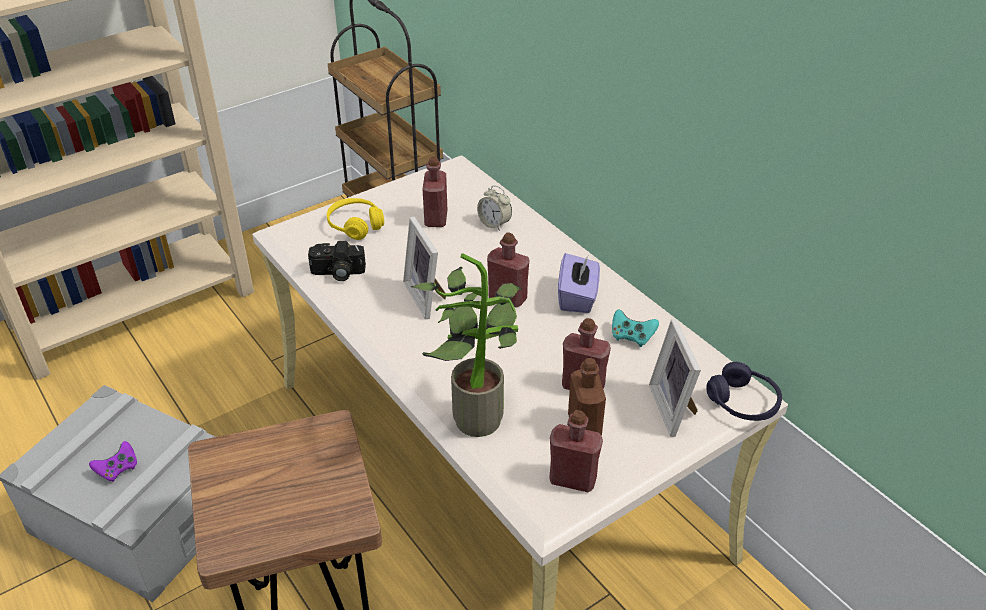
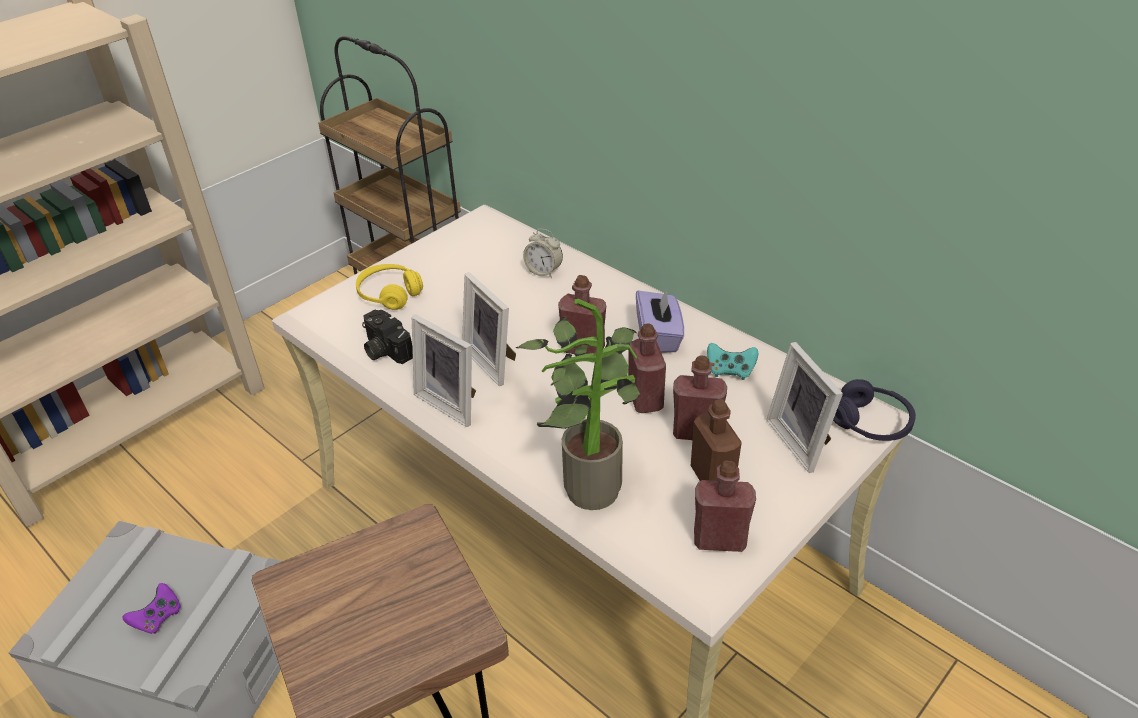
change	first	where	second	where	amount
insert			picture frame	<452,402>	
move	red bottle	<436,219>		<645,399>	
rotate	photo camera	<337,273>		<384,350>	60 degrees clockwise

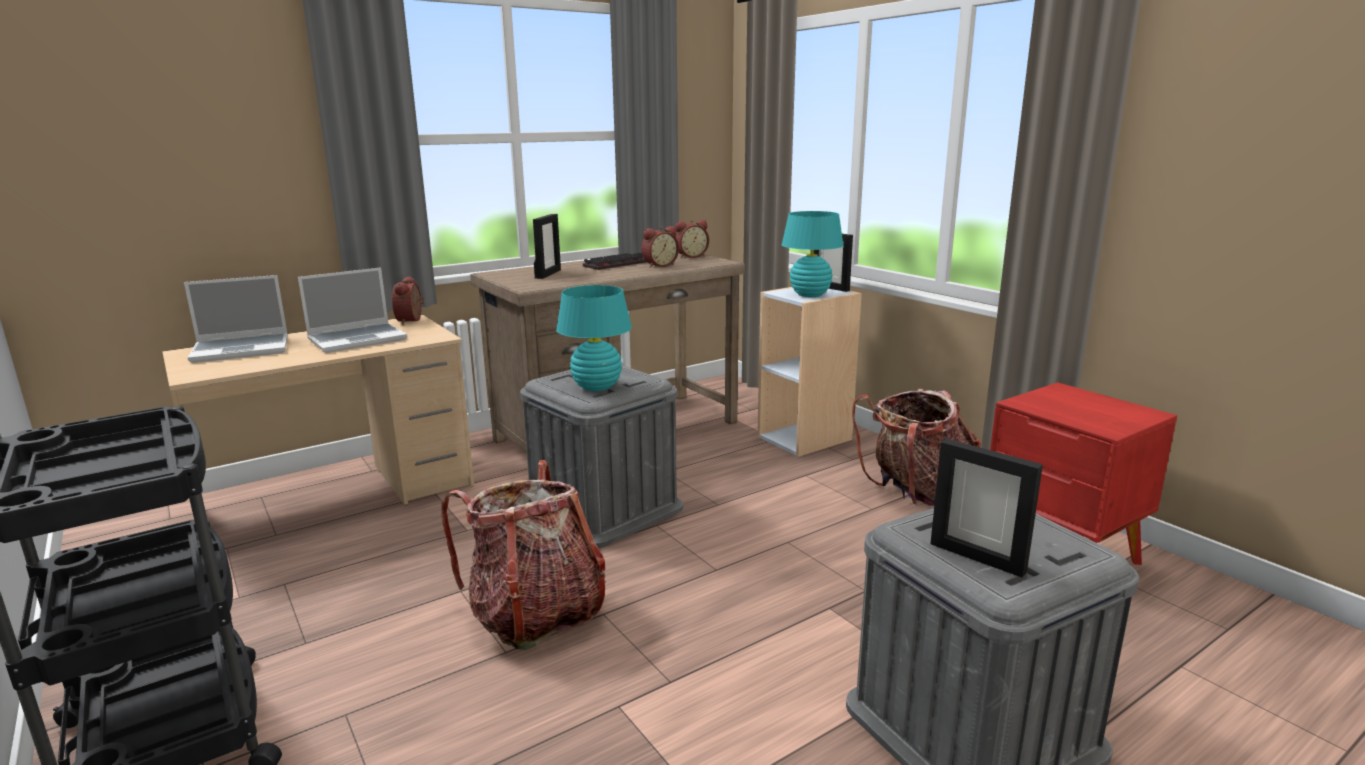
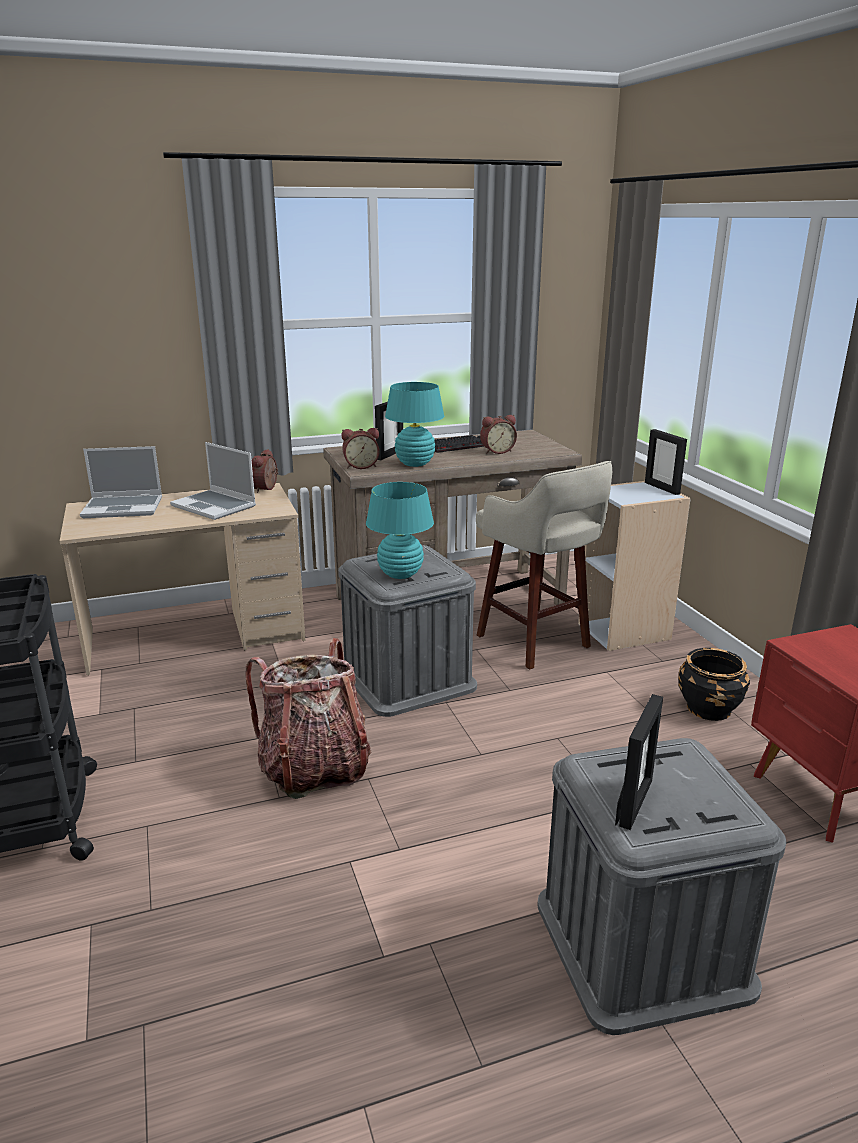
change	first	where	second	where	amount
insert			beige stool	<535,644>	
move	alarm clock	<690,256>		<361,466>	
move	turquoise table lamp	<810,295>		<415,464>	
replace	backpack	<917,494>	black planter	<708,708>	
rotate	laptop	<358,339>		<215,506>	60 degrees clockwise
rotate	picture frame	<977,557>		<634,802>	120 degrees counterclockwise

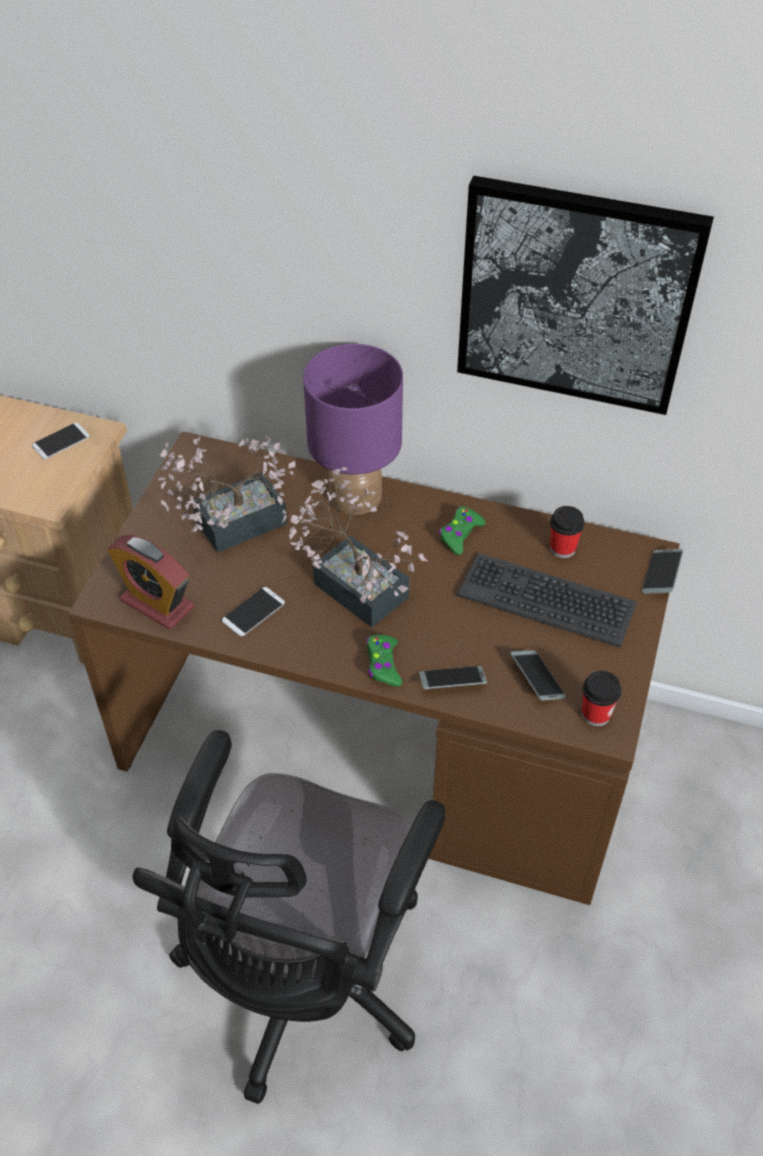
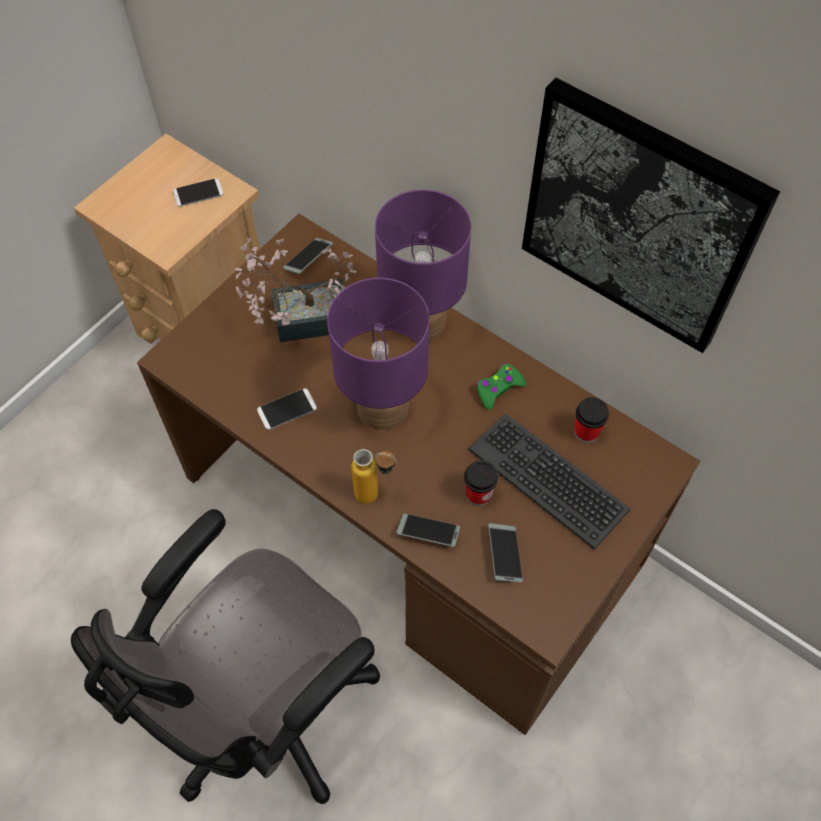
change	first	where	second	where	amount
delete	alarm clock	<157,603>			
move	cup	<596,714>		<478,494>	
move	phone	<661,575>		<308,259>	
replace	potted plant	<353,583>	purple table lamp	<383,409>	
replace	green game controller	<383,664>	bottle	<376,496>	

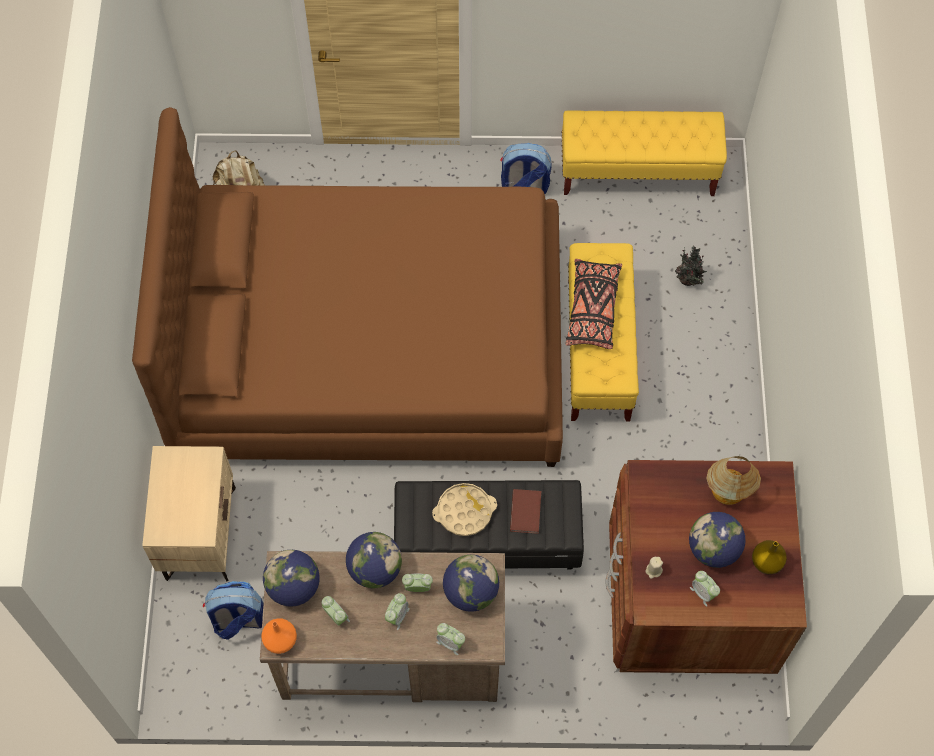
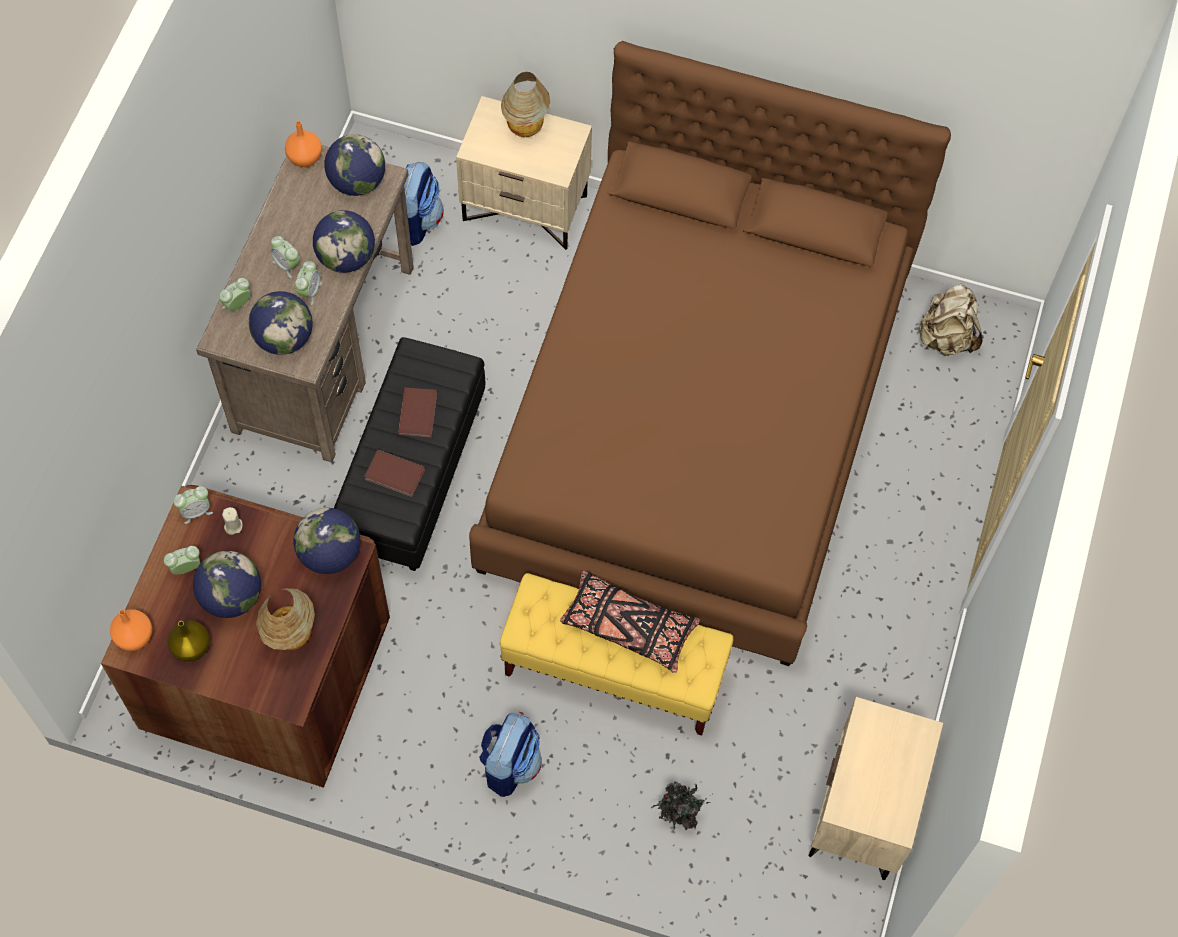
change	first	where	second	where	amount
insert			orange vase	<135,637>	
insert			globe	<330,554>	
insert			table lamp	<526,128>	
move	alarm clock	<336,616>		<196,511>	
move	backpack	<524,186>		<510,764>	
replace	beige tray	<464,511>	brown book	<419,413>	
replace	yellow bench	<638,172>	beige nightstand	<863,810>	

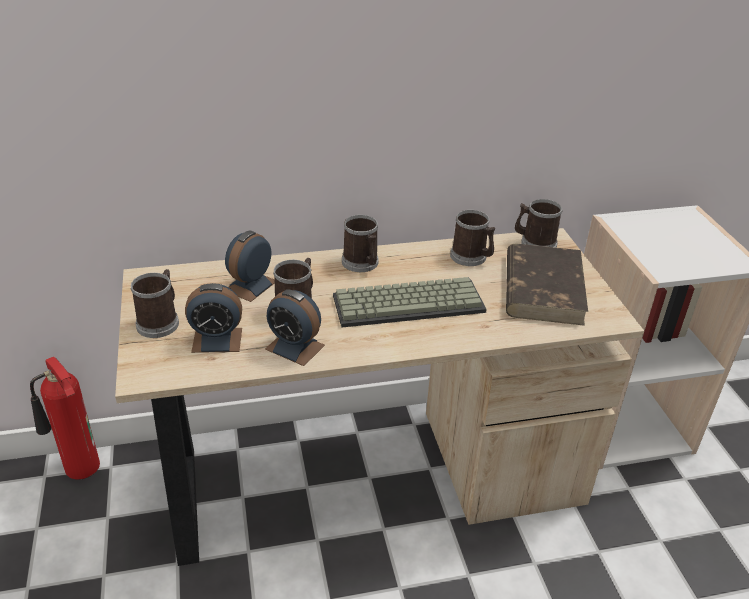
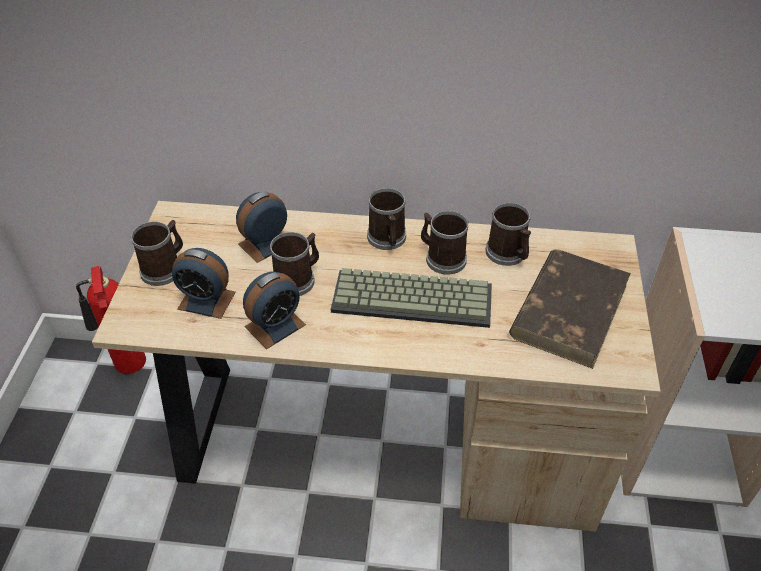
change	first	where	second	where	amount
move	mug	<534,243>		<442,258>	
rotate	alarm clock	<295,347>		<275,325>	90 degrees counterclockwise

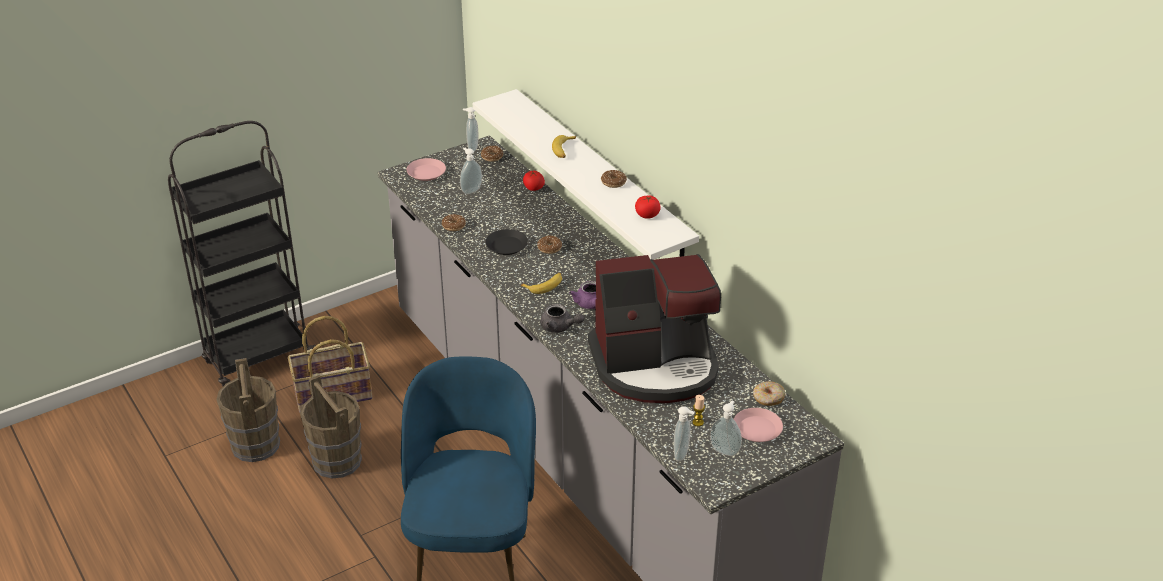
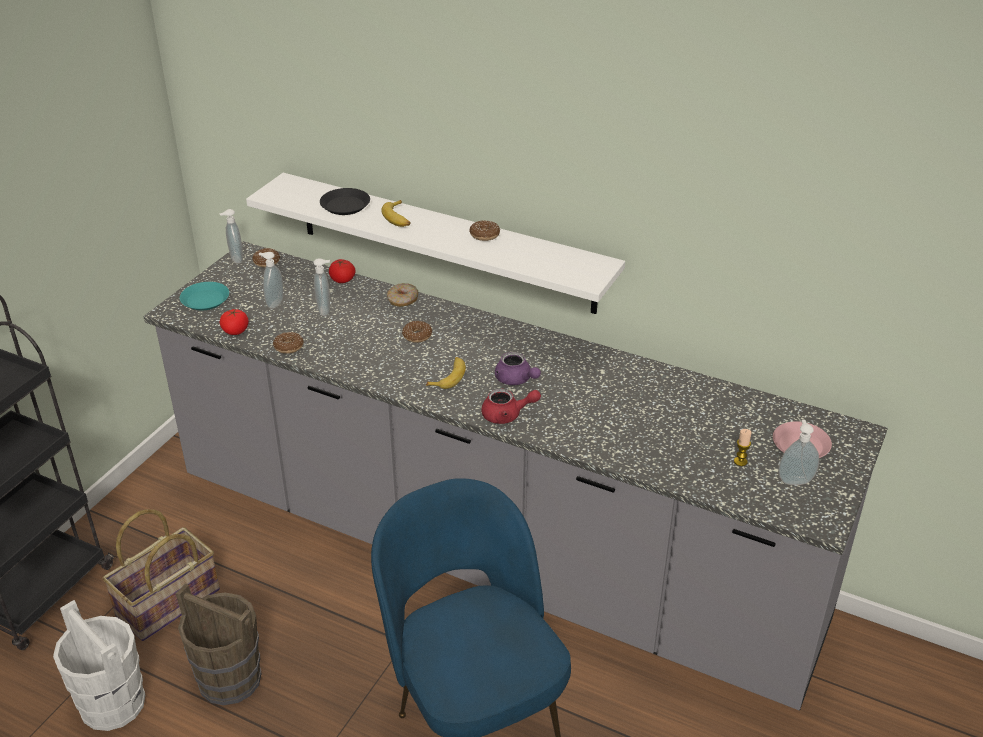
change	first	where	second	where	amount
delete	coffee machine	<656,366>			
move	black plate	<506,245>		<345,205>	
move	tomato	<647,215>		<235,331>	
move	soap dispenser	<682,454>		<325,310>	
move	donut	<768,398>		<402,300>	
recolor	brown bucket	<255,444>	white bucket	<112,703>	
recolor	pink plate	<426,173>	turquoise plate	<205,300>	
recolor	grey teapot	<560,327>	red teapot	<507,415>	

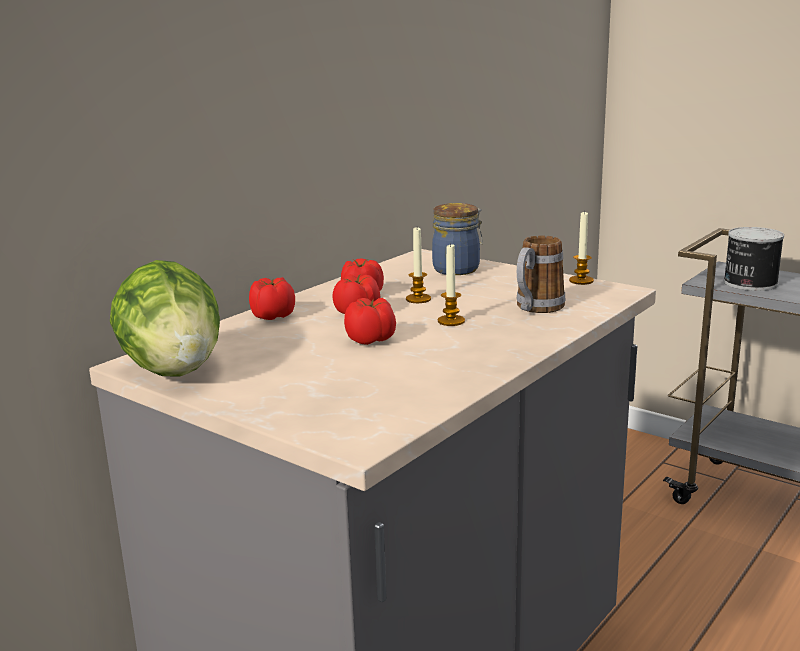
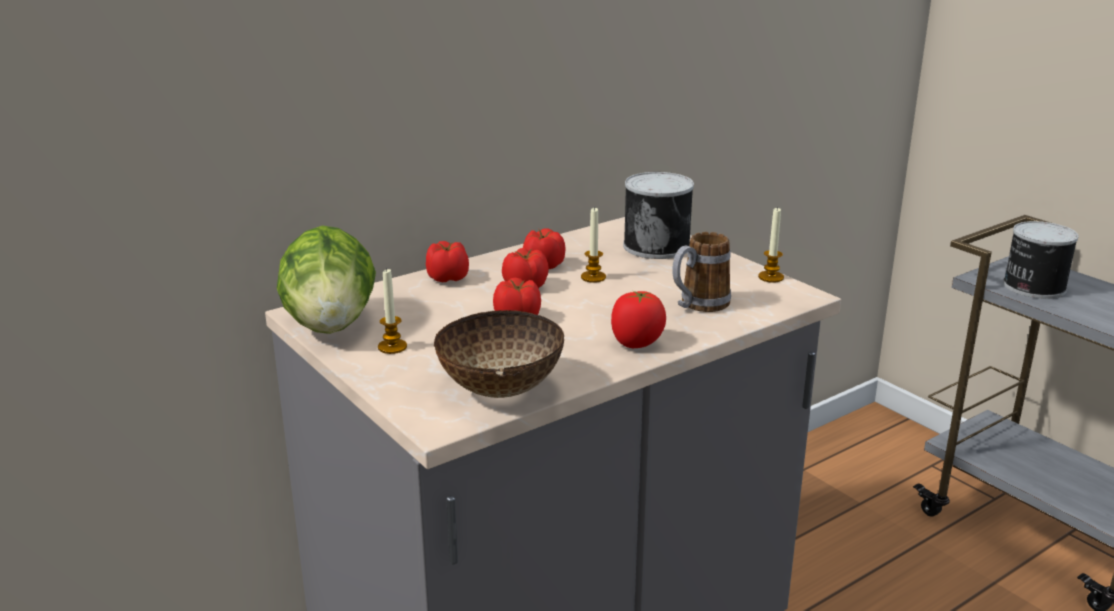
change	first	where	second	where	amount
insert			bowl	<499,389>	
insert			tomato	<636,343>	
move	candle	<451,321>		<392,347>	
replace	jar	<458,269>	can	<657,245>	

